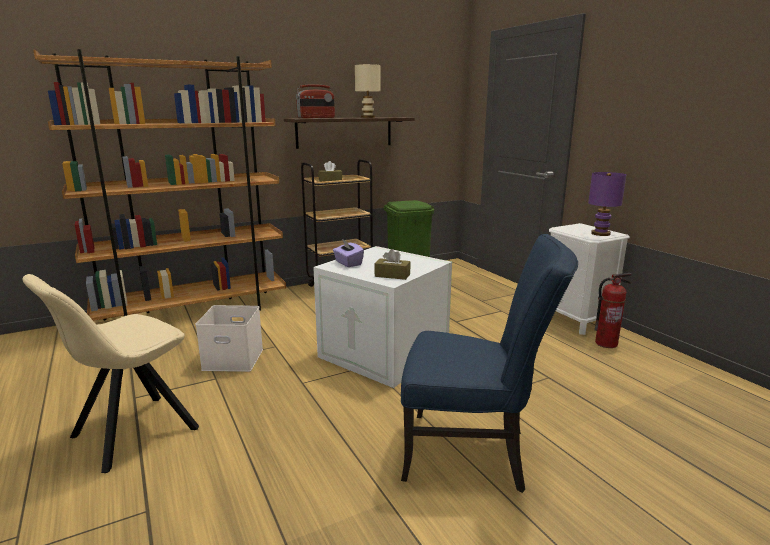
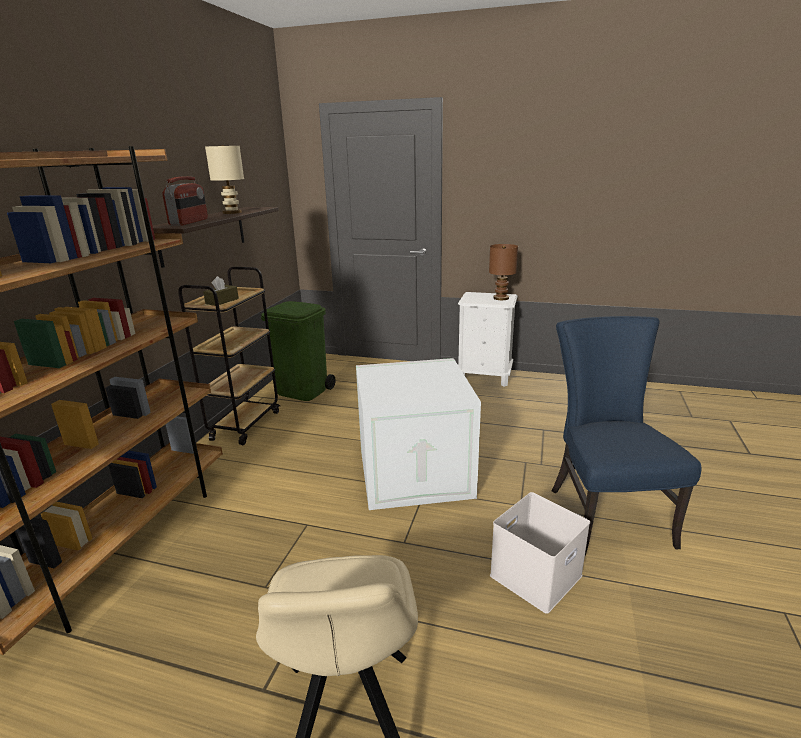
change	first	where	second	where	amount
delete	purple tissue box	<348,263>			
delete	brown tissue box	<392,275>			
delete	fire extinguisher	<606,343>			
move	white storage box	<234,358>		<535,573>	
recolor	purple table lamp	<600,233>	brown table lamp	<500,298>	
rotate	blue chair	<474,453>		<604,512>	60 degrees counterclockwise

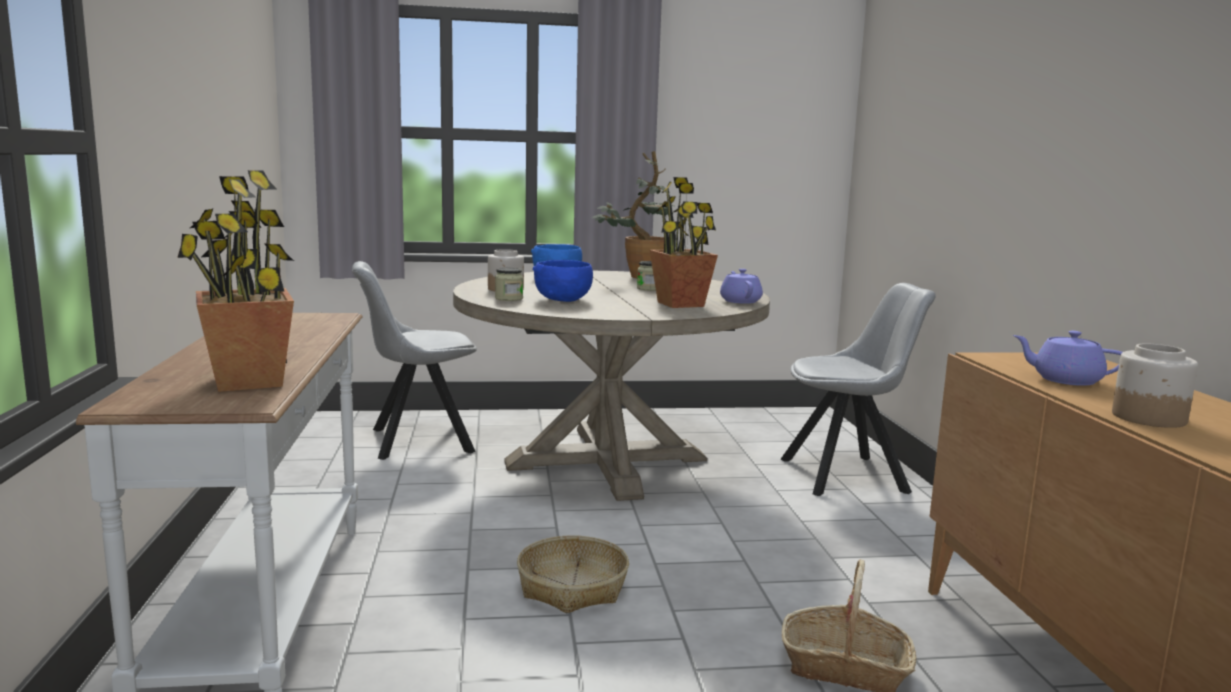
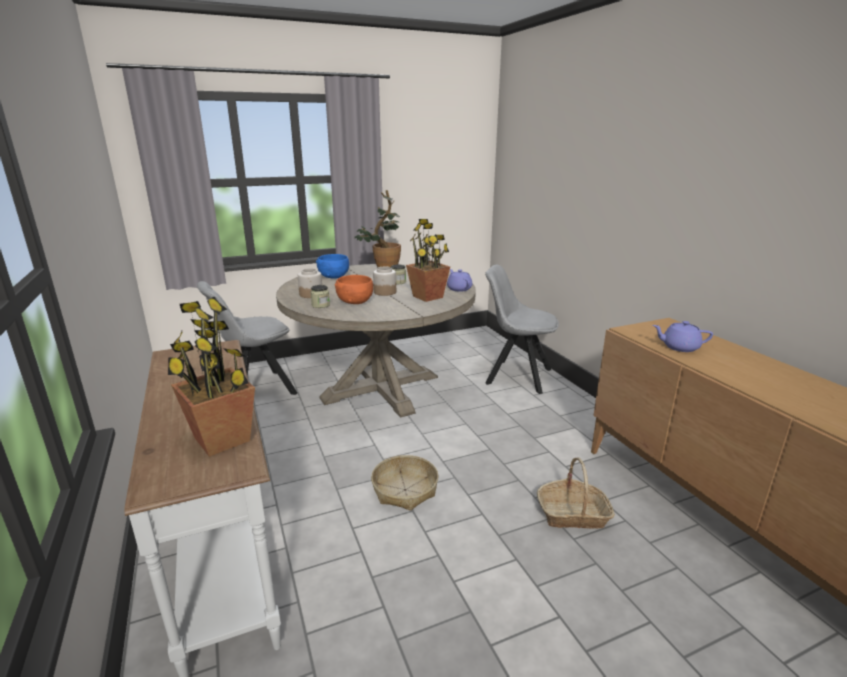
change	first	where	second	where	amount
move	jar	<1147,417>		<384,292>	
recolor	blue bowl	<562,299>	orange bowl	<355,301>	
rotate	grey chair	<847,475>		<516,376>	135 degrees counterclockwise

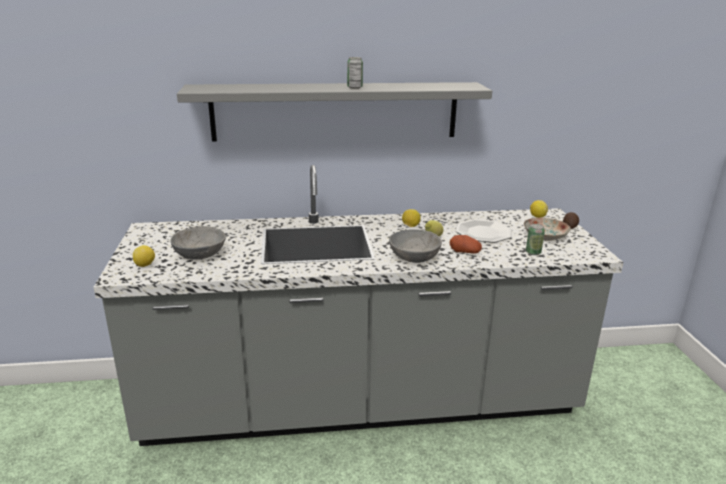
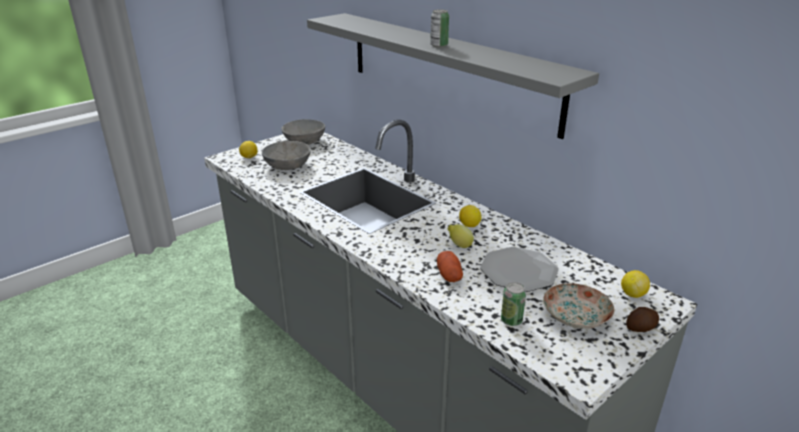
change	first	where	second	where	amount
move	grey bowl	<414,257>		<305,141>	

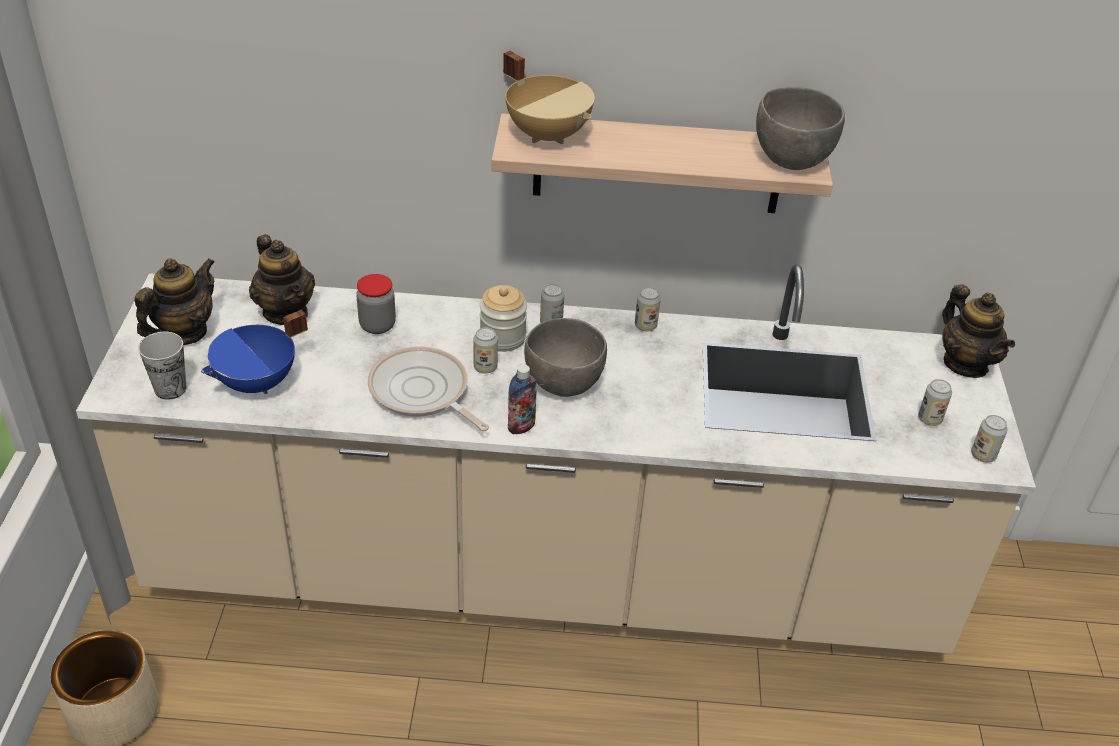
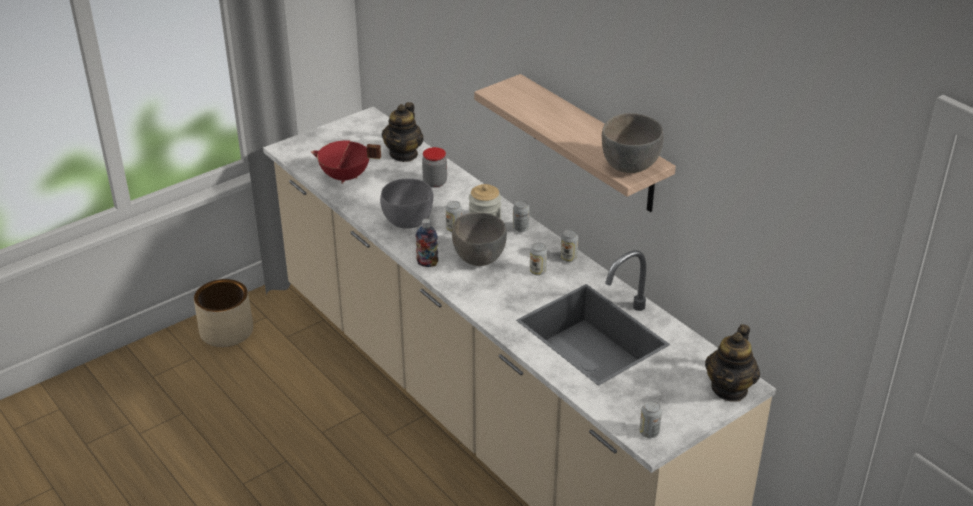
change	first	where	second	where	amount
delete	teapot	<184,332>			
delete	cup	<170,389>			
delete	beige cooking pot	<548,135>			
move	can	<929,419>		<538,271>	
replace	frying pan	<422,392>	grey bowl	<407,222>	
recolor	blue cooking pot	<258,383>	red cooking pot	<345,177>	

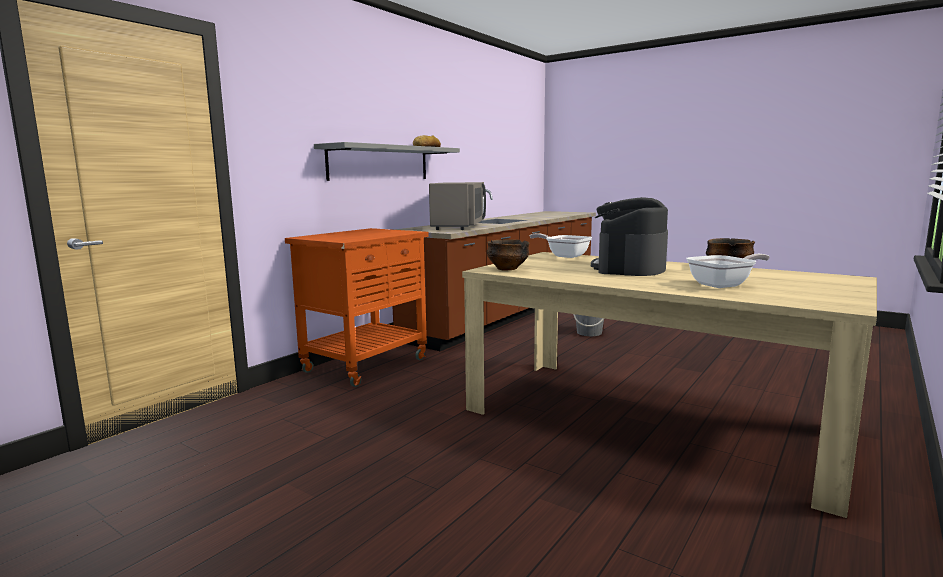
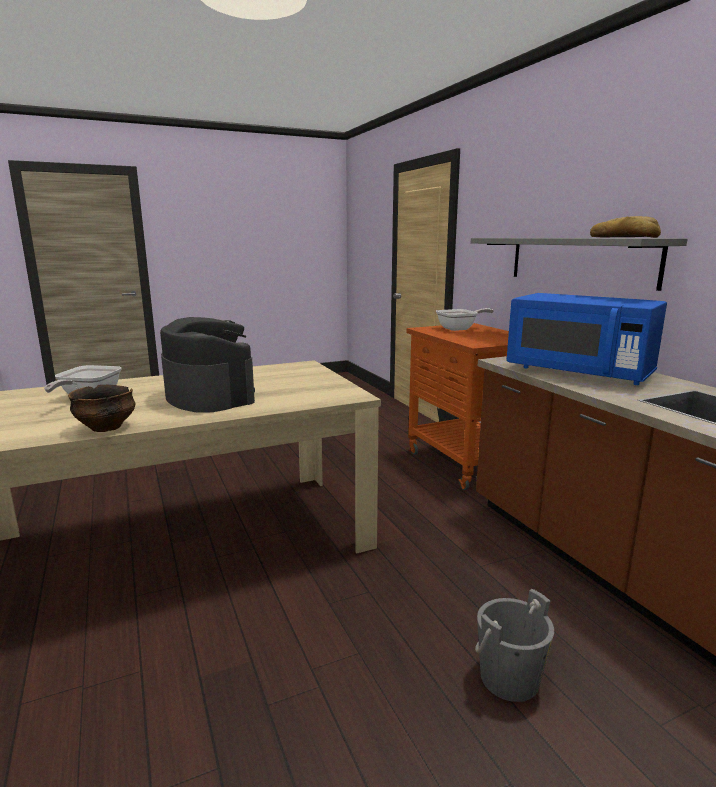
change	first	where	second	where	amount
delete	bowl	<507,269>			
move	frying pan	<564,256>		<460,329>	
recolor	grey microwave	<458,227>	blue microwave	<579,372>	

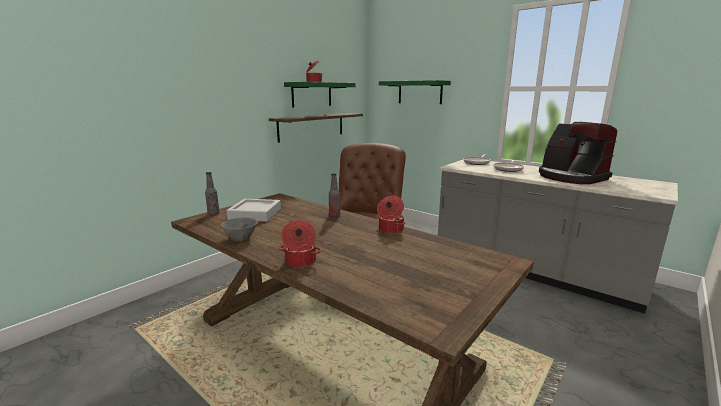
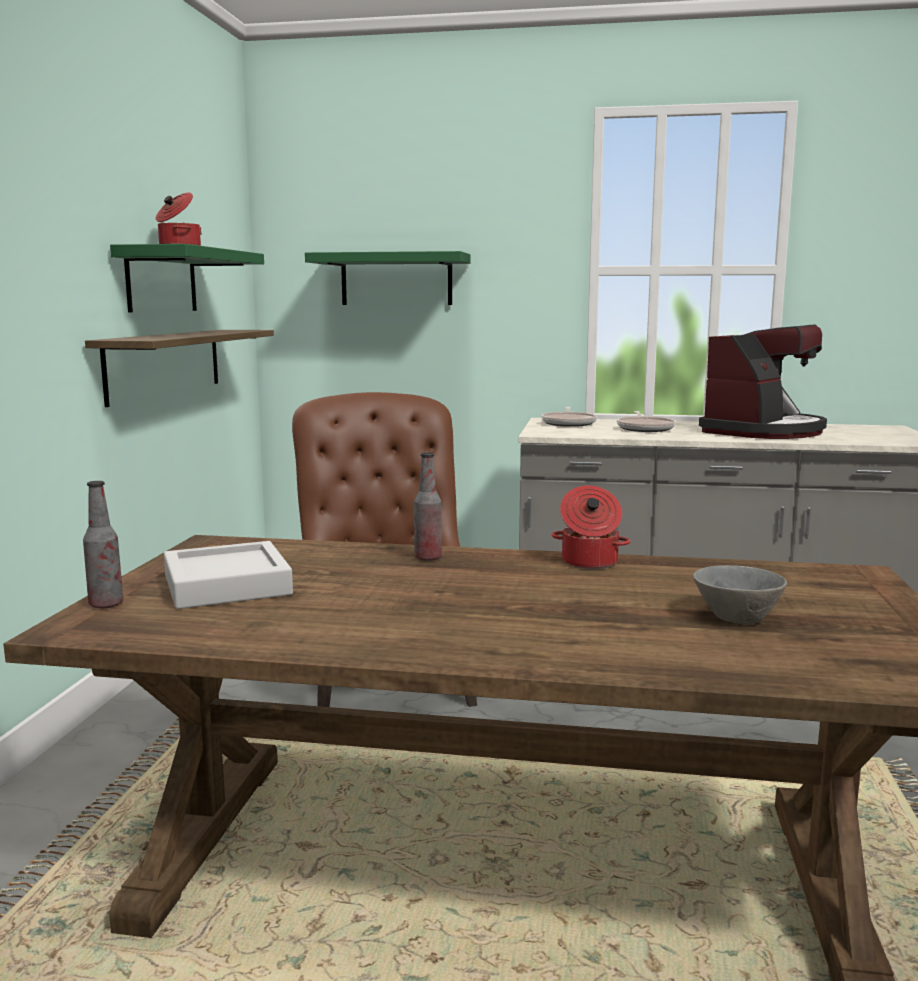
change	first	where	second	where	amount
delete	cooking pot	<300,262>			
move	grey bowl	<242,238>		<738,616>	
rotate	coffee machine	<571,177>		<763,431>	75 degrees counterclockwise

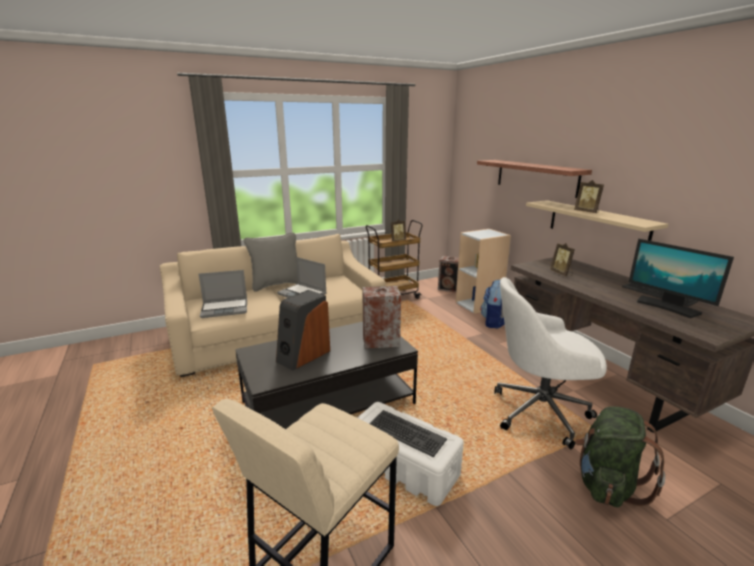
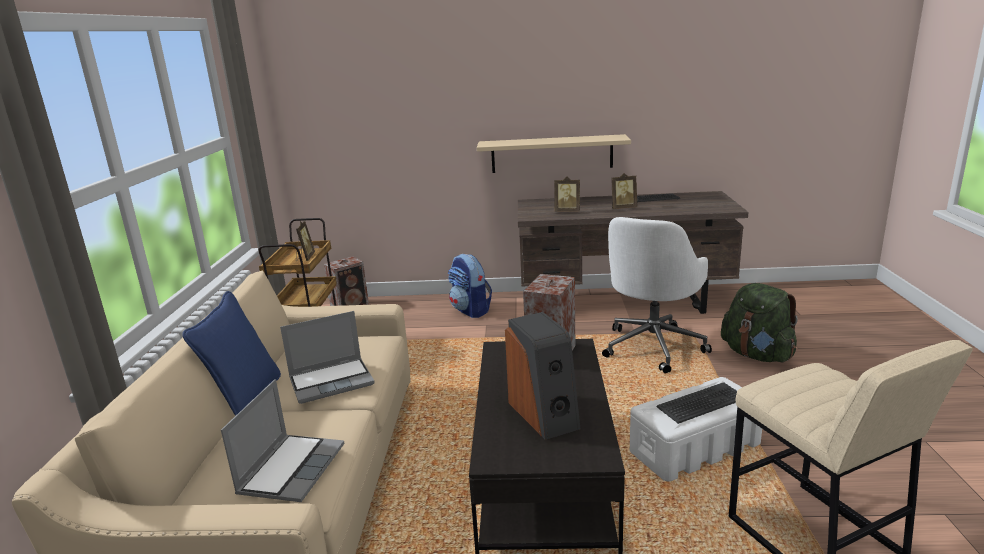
change	first	where	second	where	amount
delete	bookcase	<479,304>			
delete	shelf	<535,177>			
delete	monitor	<667,307>			
move	picture frame	<587,212>		<623,208>	
recolor	grey pillow	<276,284>	blue pillow	<246,401>	

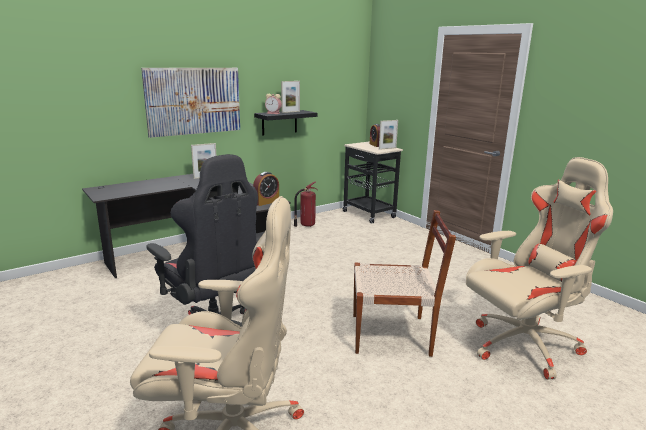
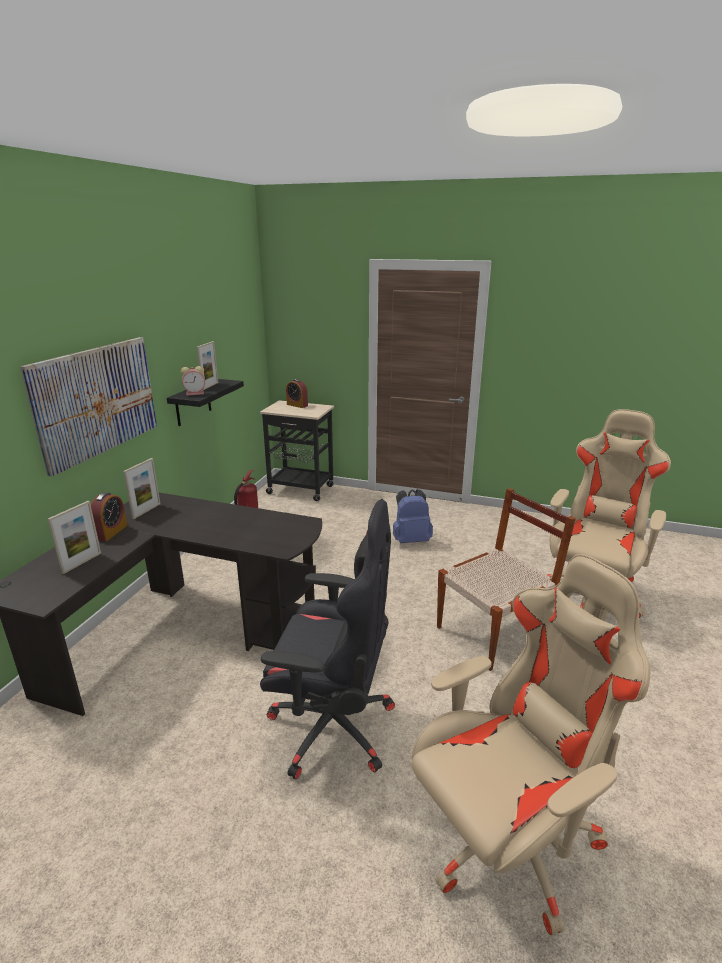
change	first	where	second	where	amount
insert			blue backpack	<411,540>	
move	alarm clock	<266,202>		<111,532>	
move	picture frame	<387,148>		<82,563>	

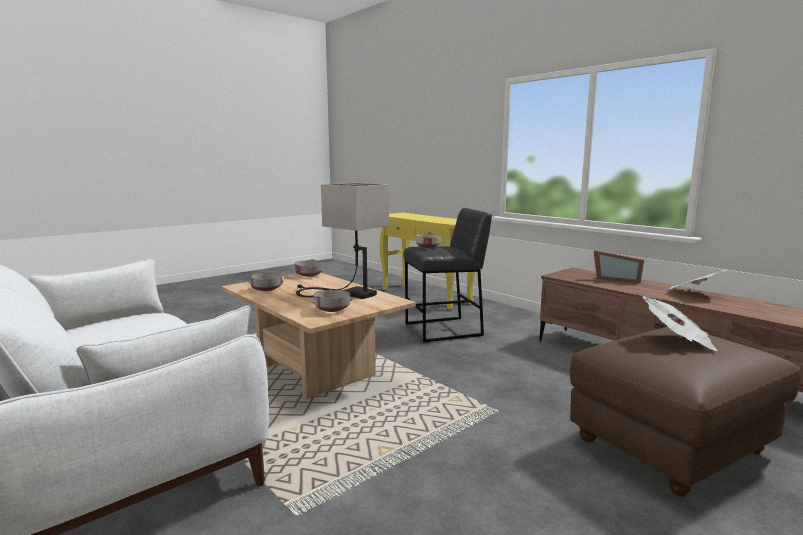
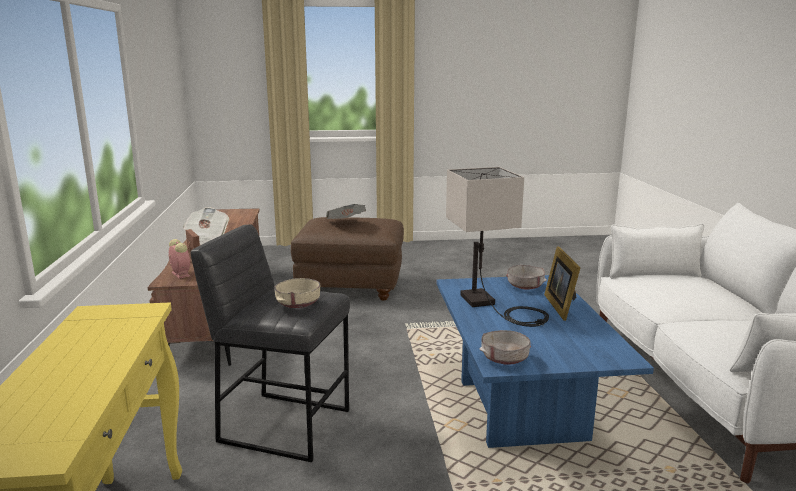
change	first	where	second	where	amount
delete	grey bowl	<266,290>			
insert			alarm clock	<180,274>	
insert			picture frame	<562,306>	
recolor	beige coffee table	<315,371>	blue coffee table	<521,409>	

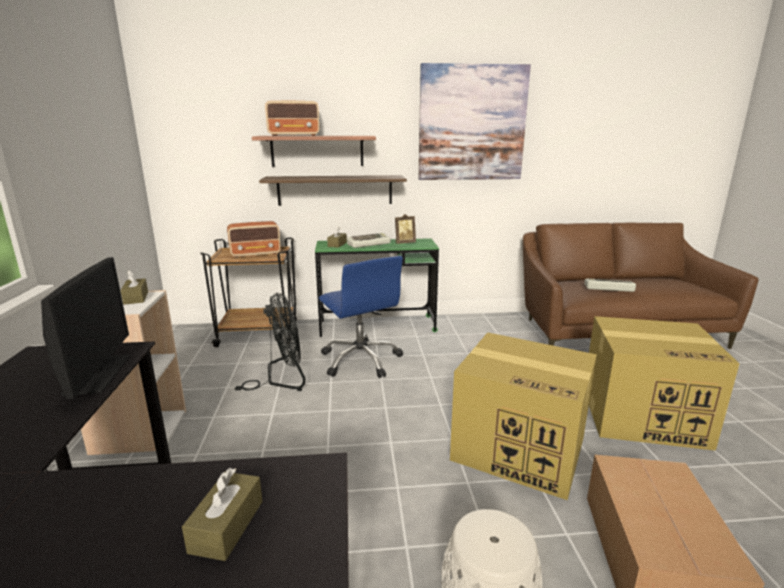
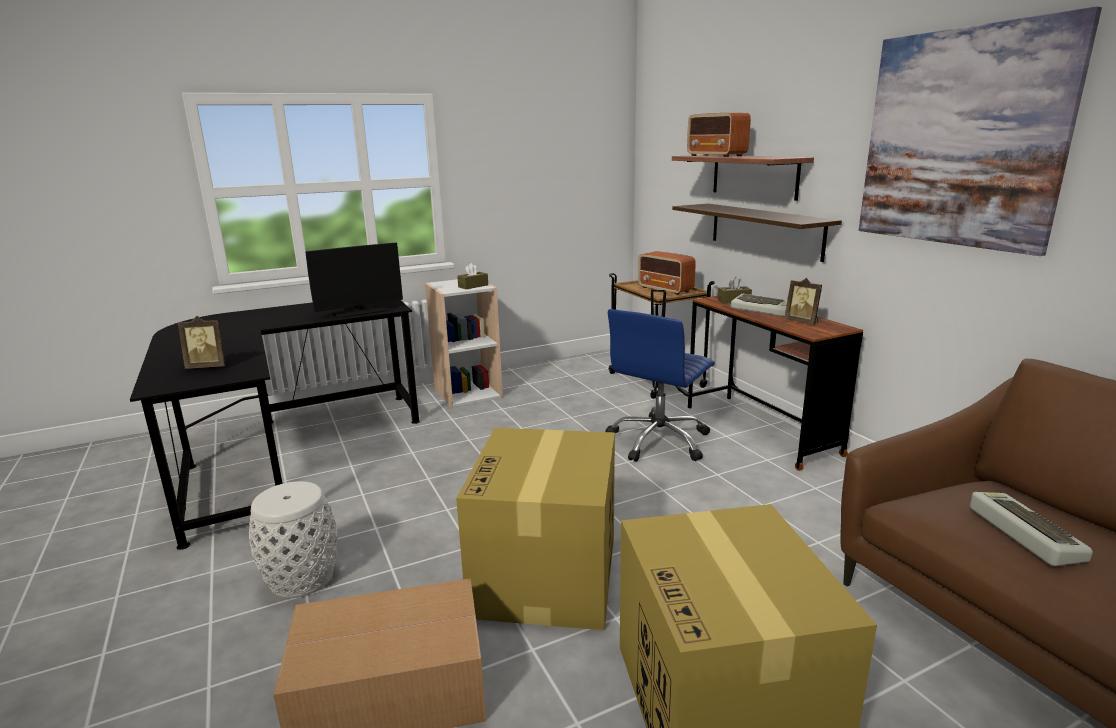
change	first	where	second	where	amount
delete	black fan	<281,375>			
replace	brown tissue box	<227,526>	picture frame	<208,366>	
recolor	green desk	<377,326>	brown desk	<760,430>	

